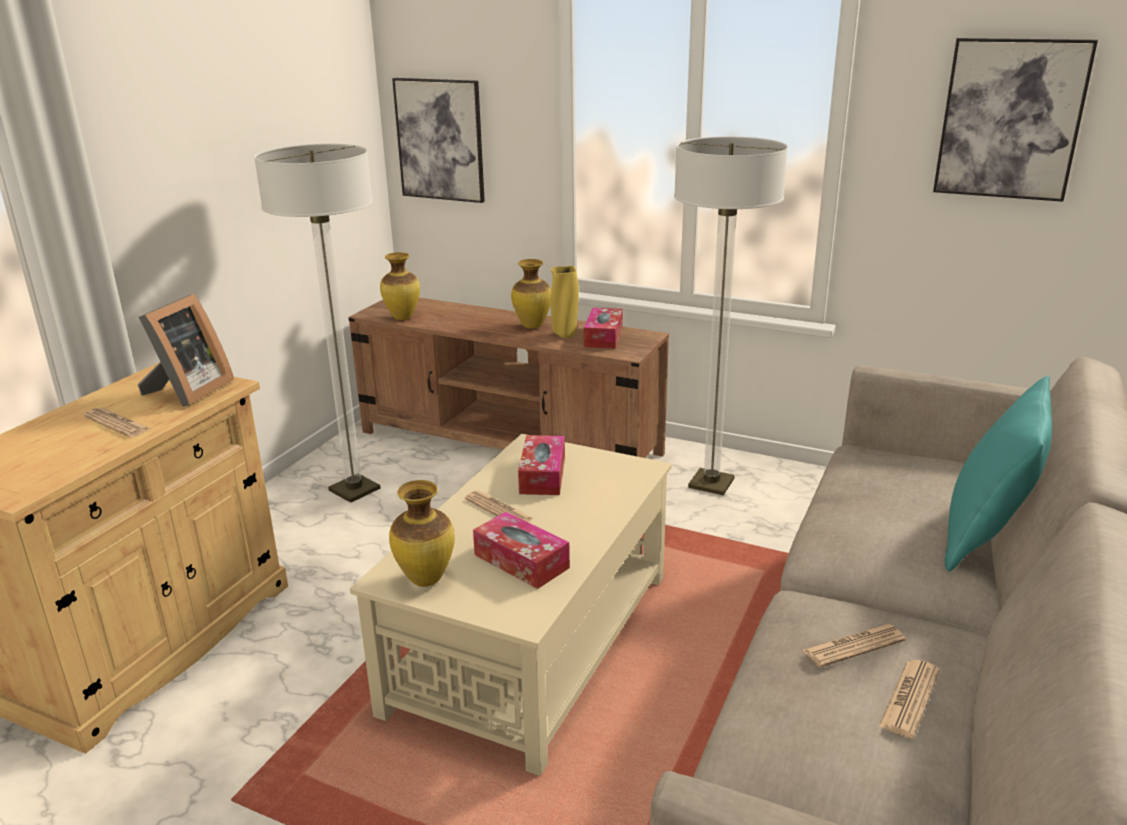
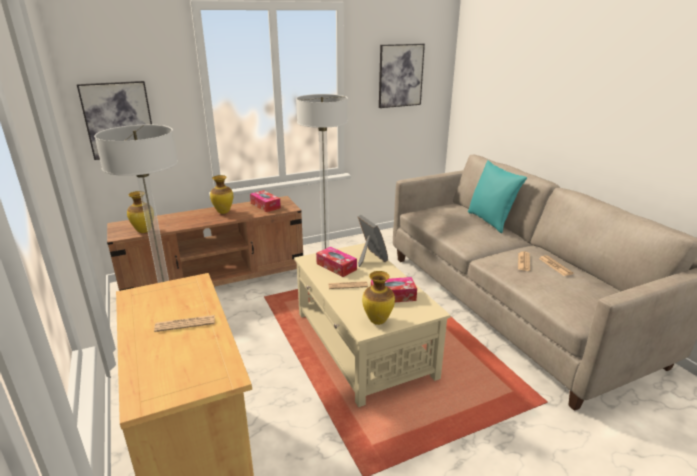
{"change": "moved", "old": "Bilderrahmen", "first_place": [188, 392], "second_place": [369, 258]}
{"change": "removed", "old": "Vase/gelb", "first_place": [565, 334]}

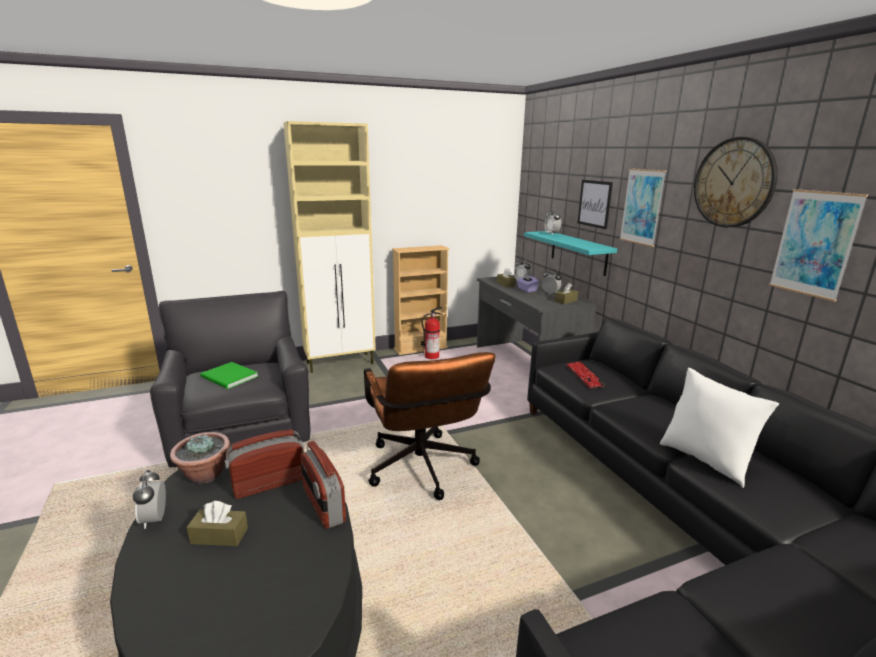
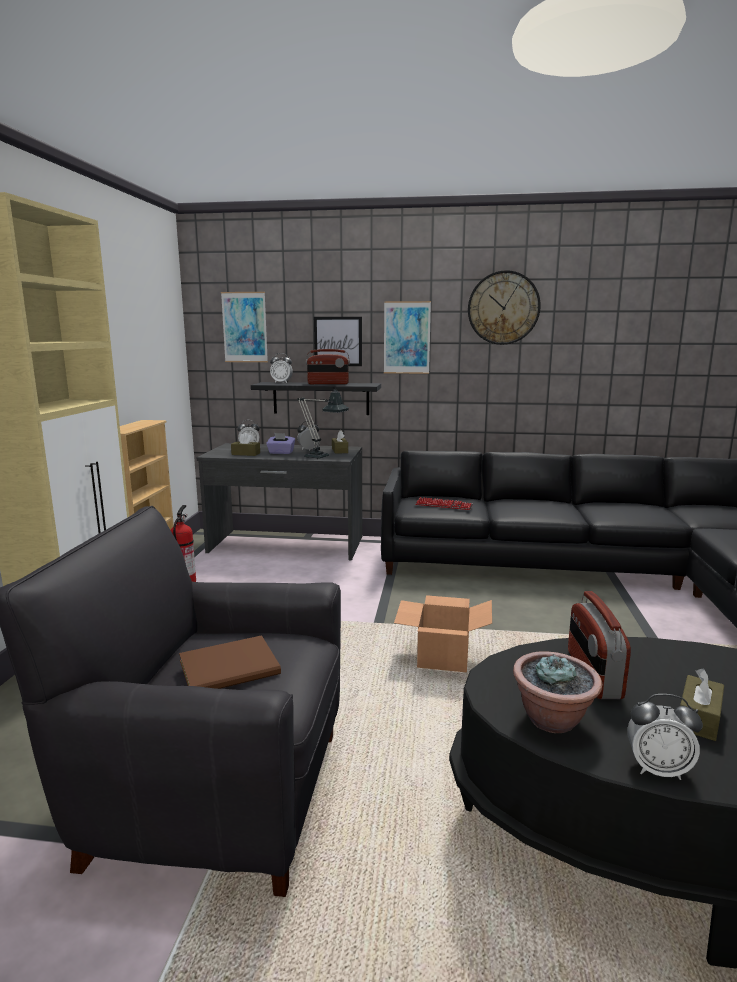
{"change": "recoloured", "old": "Buch/grün", "new": "Buch/braun", "first_place": [229, 377], "second_place": [232, 668]}
{"change": "moved", "old": "Bild", "first_place": [814, 244], "second_place": [244, 327]}
{"change": "recoloured", "old": "Wandregal/türkis", "new": "Wandregal/schwarz", "first_place": [578, 252], "second_place": [321, 398]}
{"change": "added", "new": "Tischlampe", "second_place": [321, 457]}
{"change": "moved", "old": "Radio", "first_place": [323, 505], "second_place": [328, 384]}
{"change": "replaced", "old": "Bürostuhl/braun", "new": "Karton", "first_place": [423, 472], "second_place": [443, 657]}
{"change": "removed", "old": "Kissen/weiß", "first_place": [705, 460]}

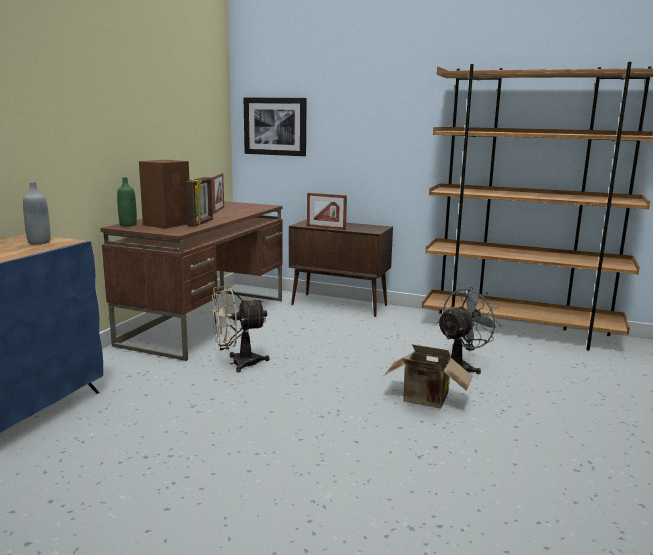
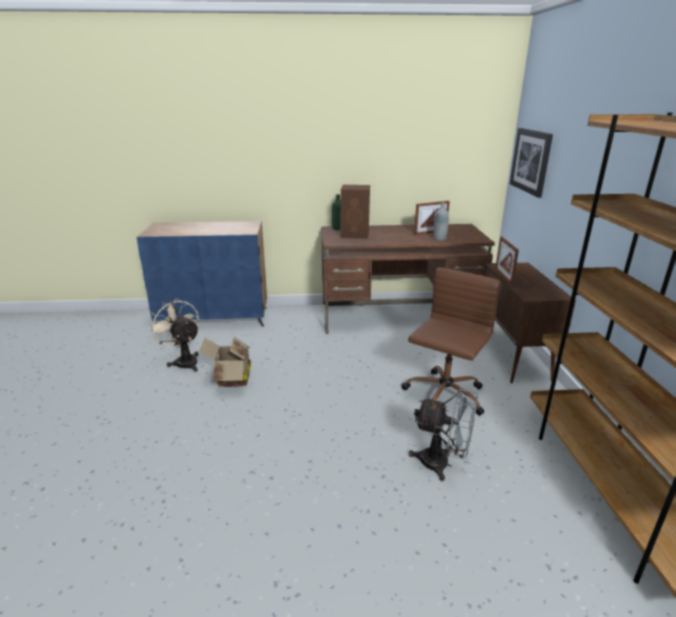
{"change": "moved", "old": "Ventilator/beige", "first_place": [238, 363], "second_place": [184, 361]}
{"change": "moved", "old": "Karton", "first_place": [426, 400], "second_place": [231, 380]}
{"change": "added", "new": "Bürostuhl/braun", "second_place": [443, 395]}
{"change": "moved", "old": "Flasche/grau", "first_place": [39, 242], "second_place": [439, 239]}
{"change": "removed", "old": "Bilderrahmen", "first_place": [201, 223]}

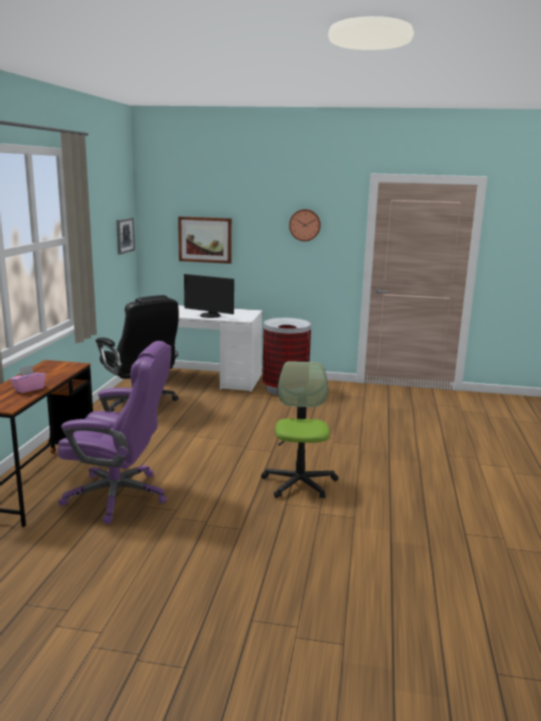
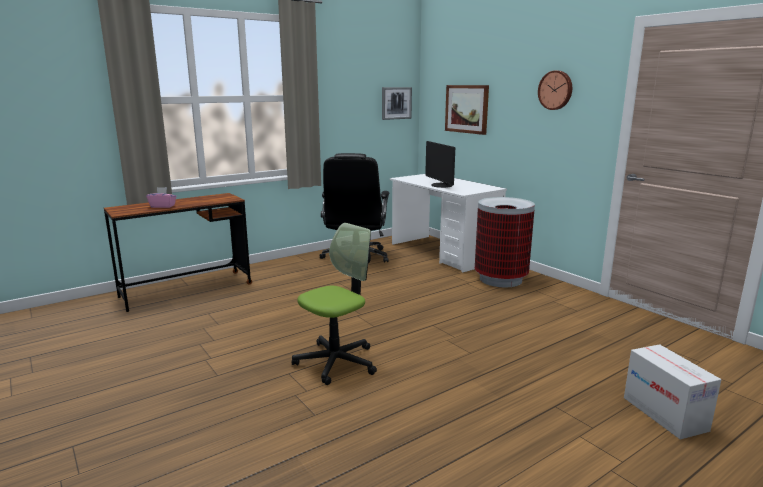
{"change": "added", "new": "Karton", "second_place": [665, 414]}
{"change": "removed", "old": "Bürostuhl/lila", "first_place": [119, 496]}

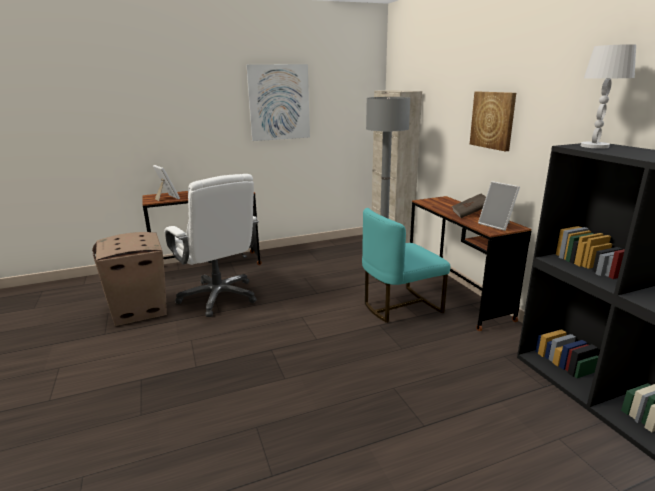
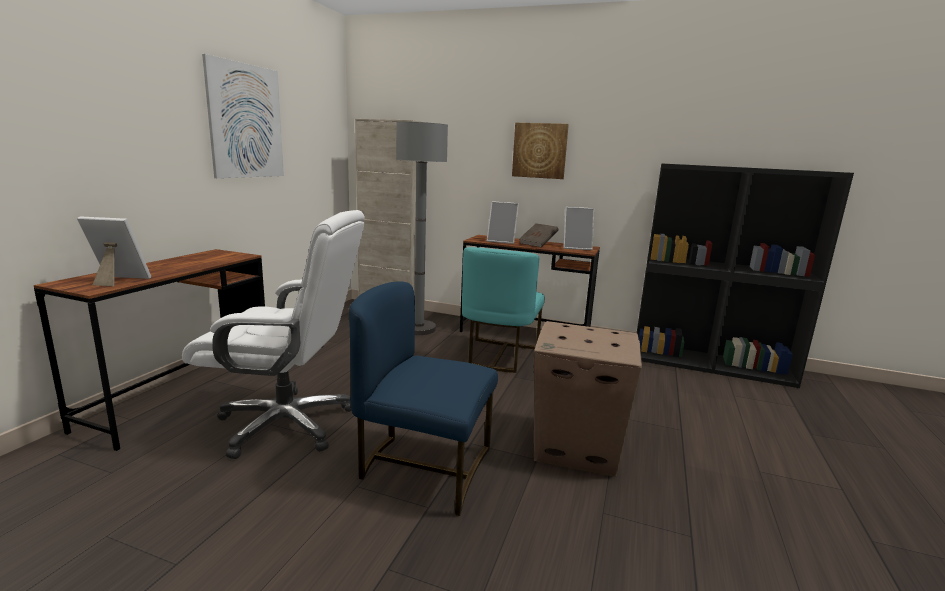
{"change": "added", "new": "Stuhl/blau", "second_place": [424, 467]}
{"change": "added", "new": "Bilderrahmen", "second_place": [502, 241]}
{"change": "moved", "old": "Karton", "first_place": [140, 310], "second_place": [577, 447]}
{"change": "removed", "old": "Tischlampe/weiß", "first_place": [594, 146]}

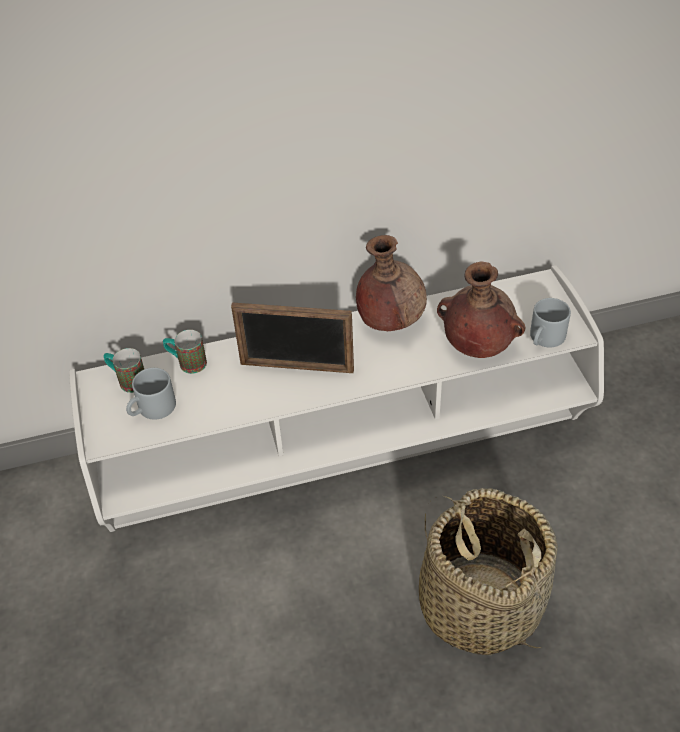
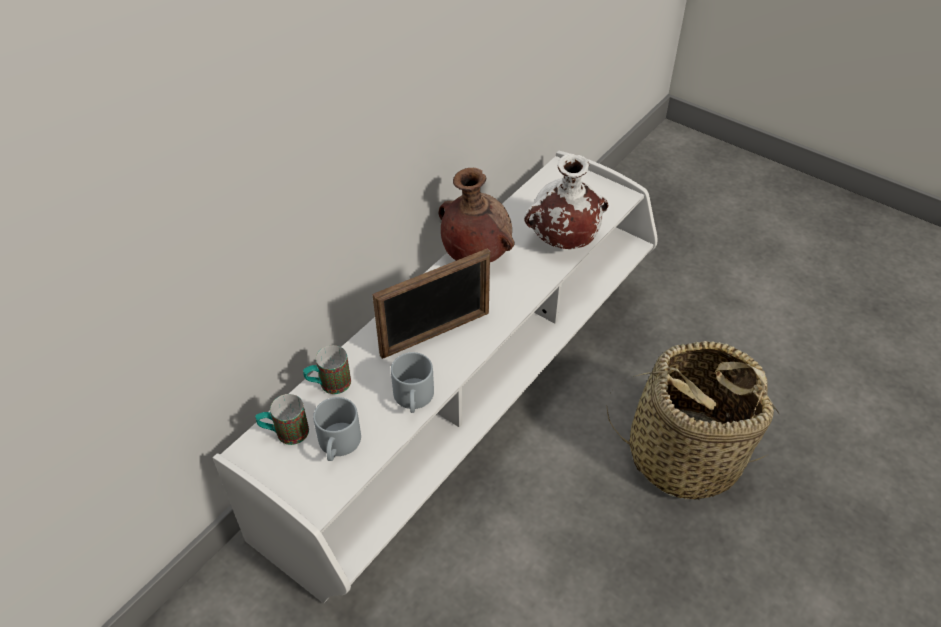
{"change": "moved", "old": "Henkelbecher/grau", "first_place": [545, 339], "second_place": [414, 399]}
{"change": "recoloured", "old": "Vase/braun", "new": "Vase/weiß", "first_place": [476, 346], "second_place": [562, 240]}

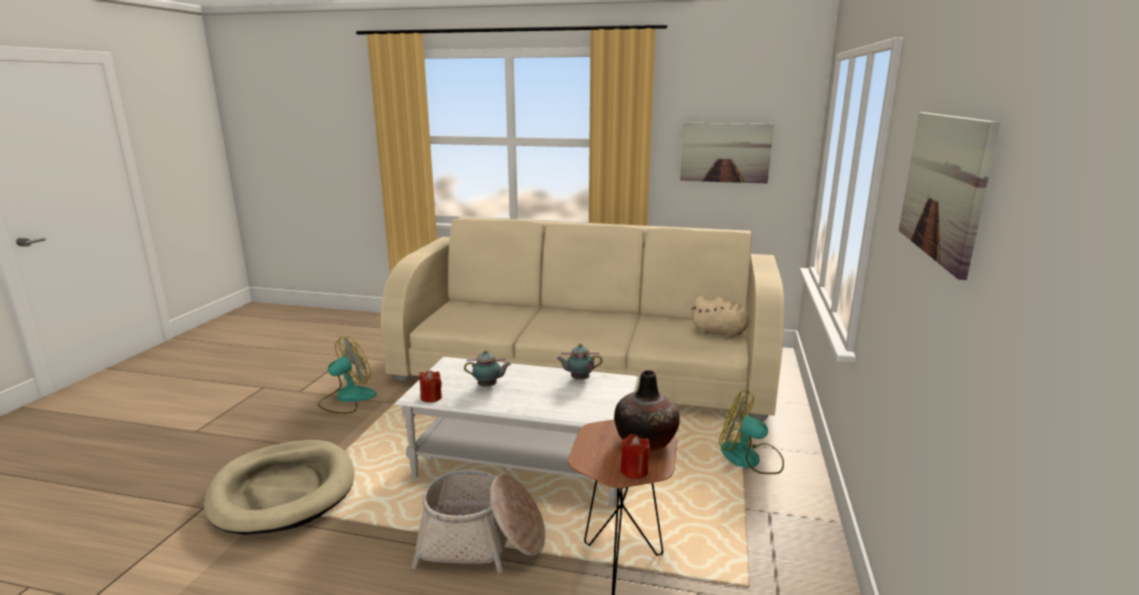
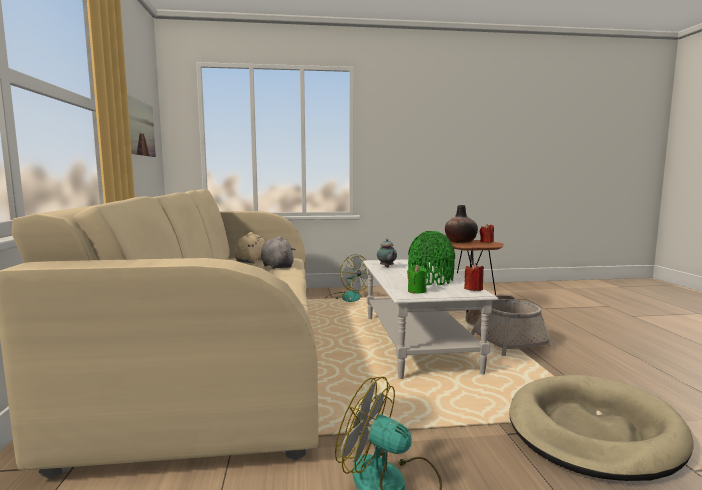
{"change": "added", "new": "Plüschtier/grau", "second_place": [276, 266]}
{"change": "turned", "old": "Ventilator", "first_place": [749, 459], "second_place": [347, 297], "degrees": -45}
{"change": "added", "new": "Kerze/grün", "second_place": [416, 291]}
{"change": "replaced", "old": "Teekanne", "new": "Vase/grün", "first_place": [488, 386], "second_place": [430, 280]}
{"change": "removed", "old": "Bild", "first_place": [943, 186]}

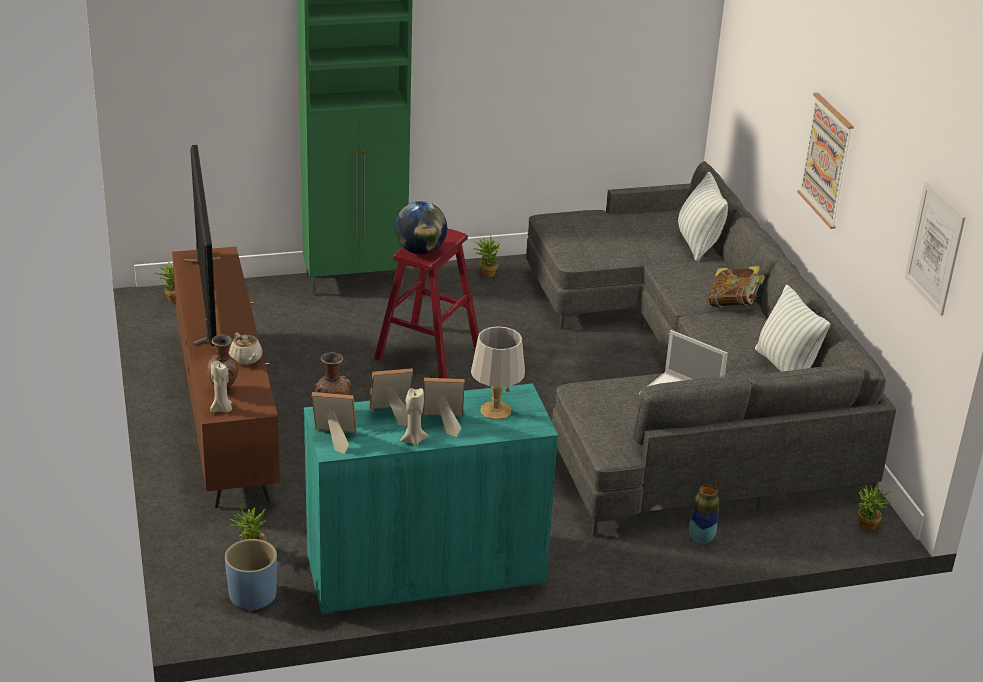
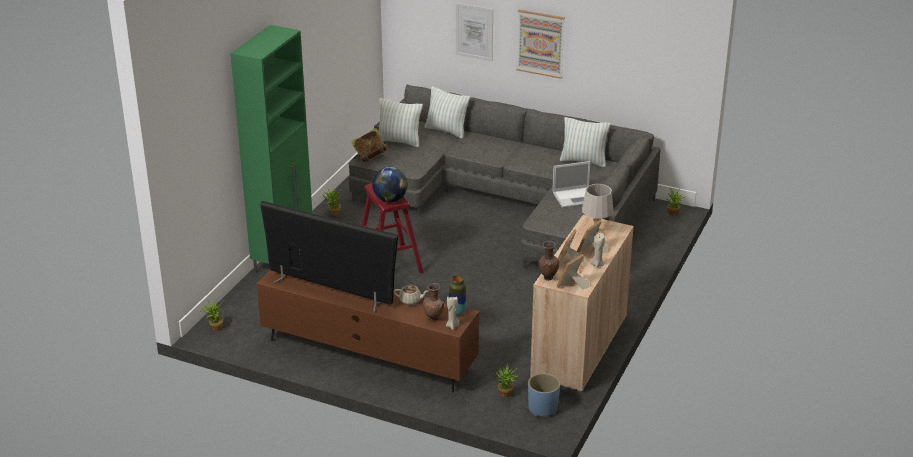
{"change": "moved", "old": "Buch", "first_place": [733, 305], "second_place": [370, 156]}
{"change": "added", "new": "Kissen", "second_place": [399, 141]}
{"change": "moved", "old": "Vase", "first_place": [701, 538], "second_place": [457, 312]}
{"change": "moved", "old": "Bild", "first_place": [934, 248], "second_place": [474, 32]}
{"change": "recoloured", "old": "Schrank/türkis", "new": "Schrank/beige", "first_place": [425, 571], "second_place": [579, 347]}

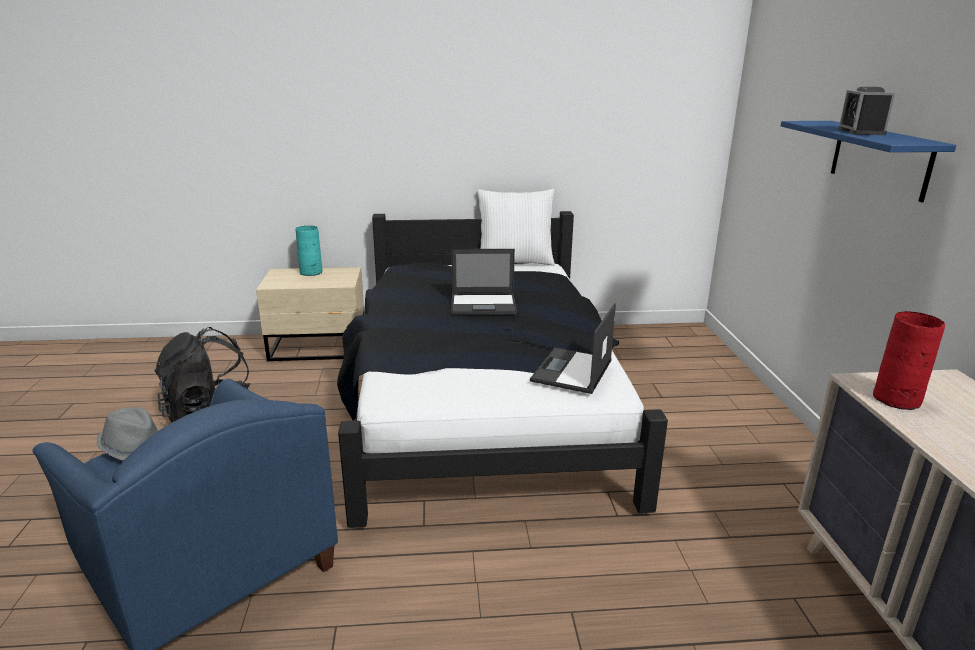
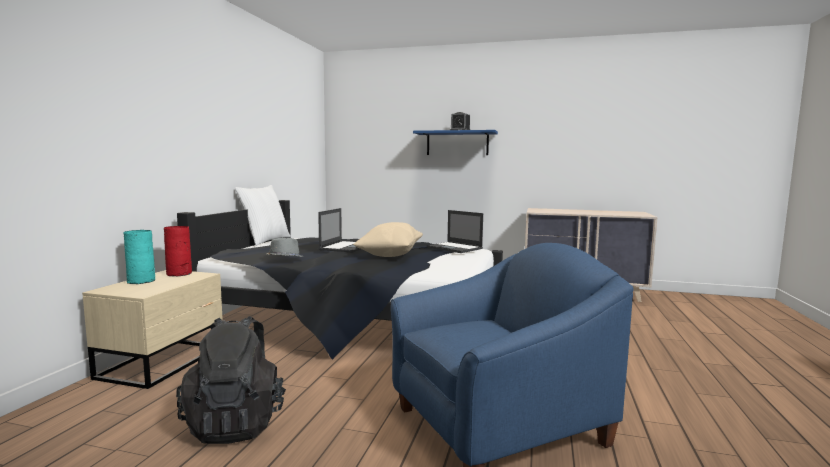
{"change": "moved", "old": "Vase/rot", "first_place": [896, 399], "second_place": [179, 274]}
{"change": "moved", "old": "Hut/grau", "first_place": [134, 447], "second_place": [284, 259]}
{"change": "added", "new": "Kissen/beige", "second_place": [389, 255]}

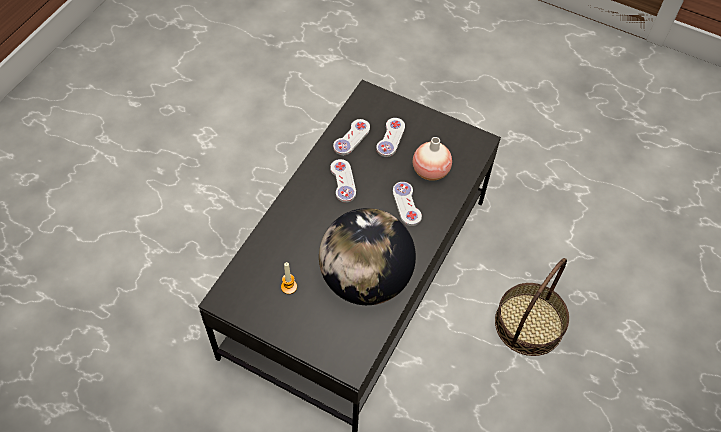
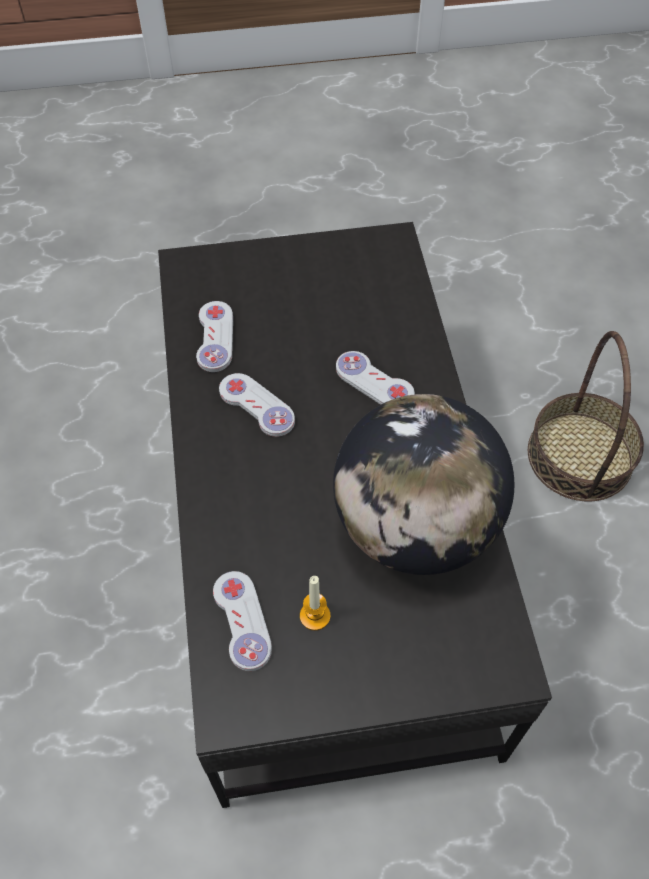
{"change": "moved", "old": "Gamepad/weiß", "first_place": [390, 138], "second_place": [242, 621]}
{"change": "removed", "old": "Vase", "first_place": [430, 171]}

